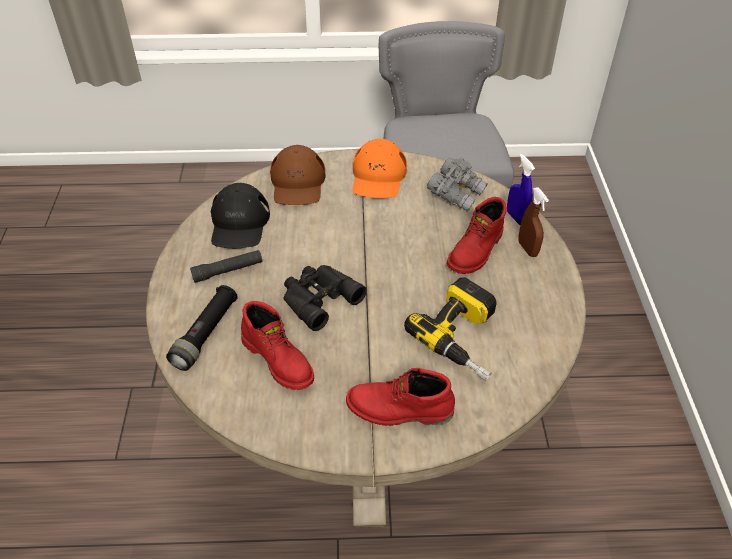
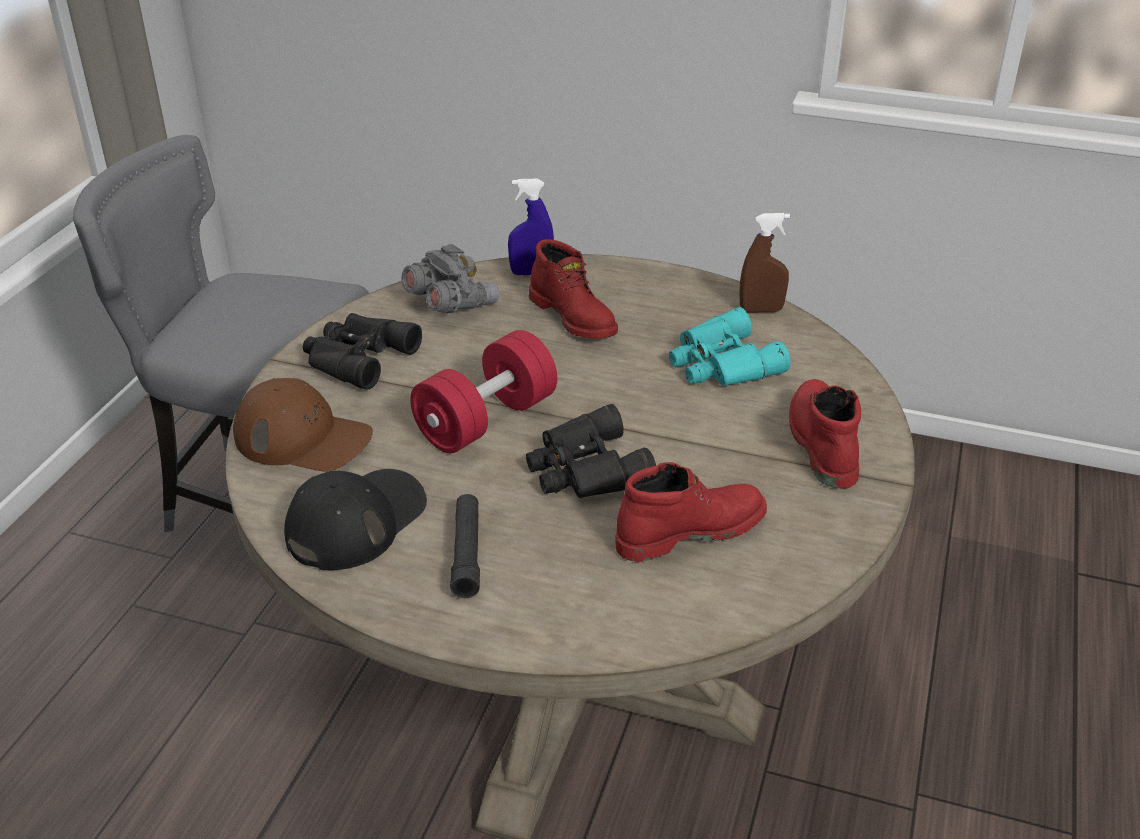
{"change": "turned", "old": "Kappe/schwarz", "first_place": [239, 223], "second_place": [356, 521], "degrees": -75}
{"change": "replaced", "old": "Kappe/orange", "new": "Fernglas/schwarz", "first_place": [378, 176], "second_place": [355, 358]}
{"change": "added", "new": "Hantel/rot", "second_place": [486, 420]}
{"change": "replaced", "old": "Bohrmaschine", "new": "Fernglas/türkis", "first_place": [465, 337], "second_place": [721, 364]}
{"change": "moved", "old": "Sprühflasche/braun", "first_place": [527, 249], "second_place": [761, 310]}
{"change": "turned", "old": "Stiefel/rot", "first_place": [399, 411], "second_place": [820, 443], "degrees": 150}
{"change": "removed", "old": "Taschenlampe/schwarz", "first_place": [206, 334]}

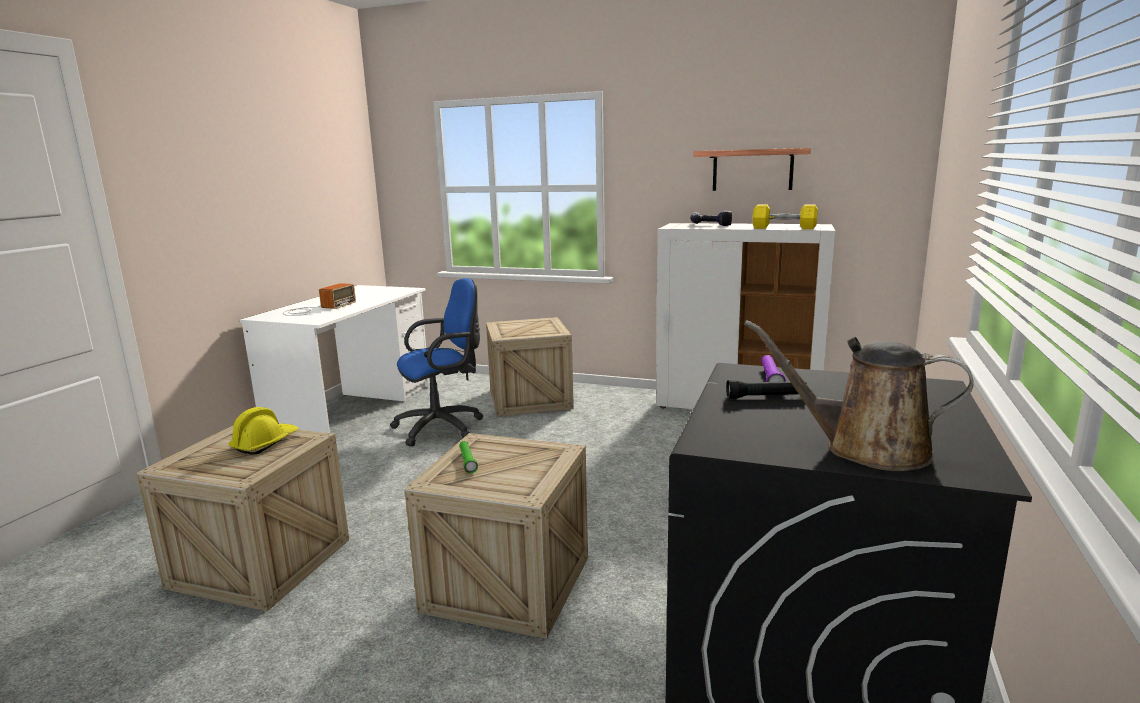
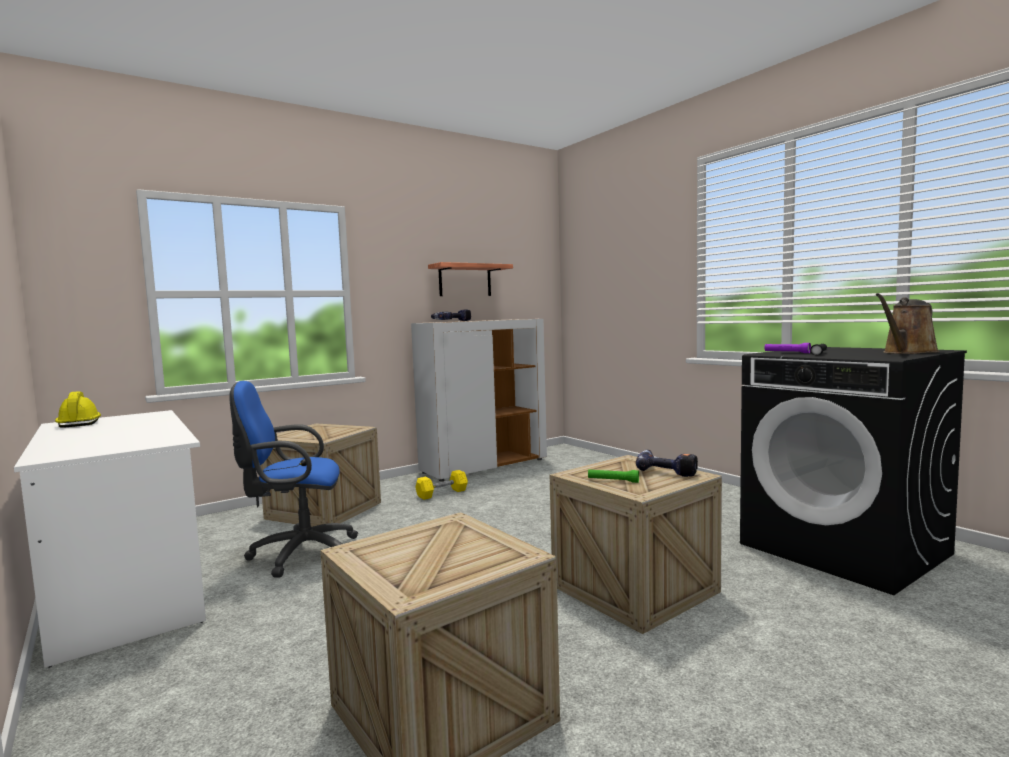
{"change": "moved", "old": "Schutzhelm/gelb", "first_place": [265, 443], "second_place": [80, 423]}
{"change": "turned", "old": "Bürostuhl/blau", "first_place": [443, 427], "second_place": [298, 554], "degrees": -105}
{"change": "moved", "old": "Hantel/gelb", "first_place": [784, 228], "second_place": [442, 493]}
{"change": "added", "new": "Bohrmaschine", "second_place": [666, 470]}
{"change": "removed", "old": "Radio", "first_place": [317, 309]}

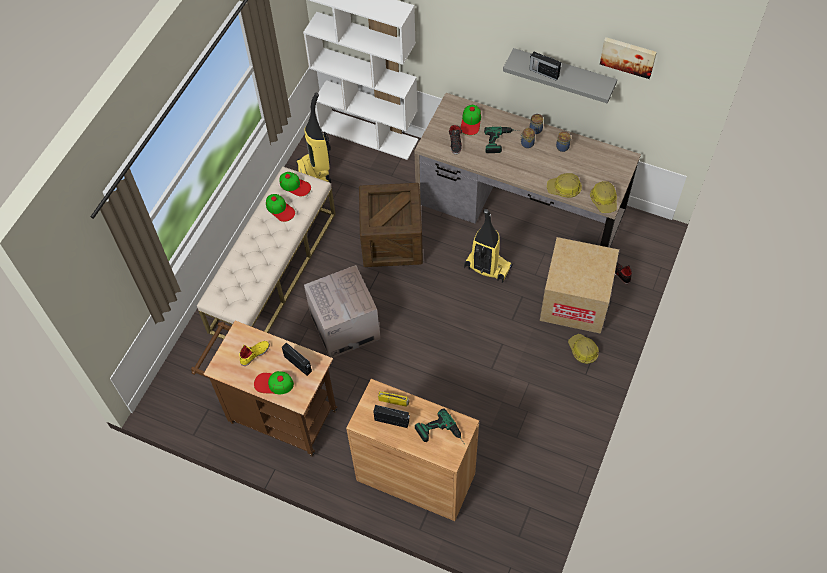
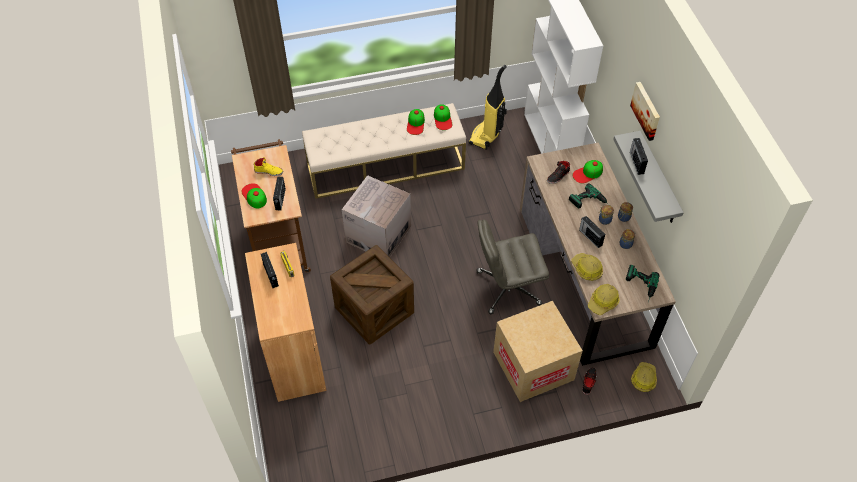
{"change": "moved", "old": "Kiste", "first_place": [392, 241], "second_place": [374, 310]}
{"change": "replaced", "old": "Staubsauger", "new": "Bürostuhl/grau", "first_place": [487, 267], "second_place": [507, 288]}
{"change": "added", "new": "Radio", "second_place": [590, 237]}
{"change": "moved", "old": "Bohrmaschine", "first_place": [441, 435], "second_place": [640, 286]}
{"change": "moved", "old": "Bild", "first_place": [628, 56], "second_place": [646, 110]}
{"change": "moved", "old": "Schutzhelm", "first_place": [583, 351], "second_place": [643, 379]}

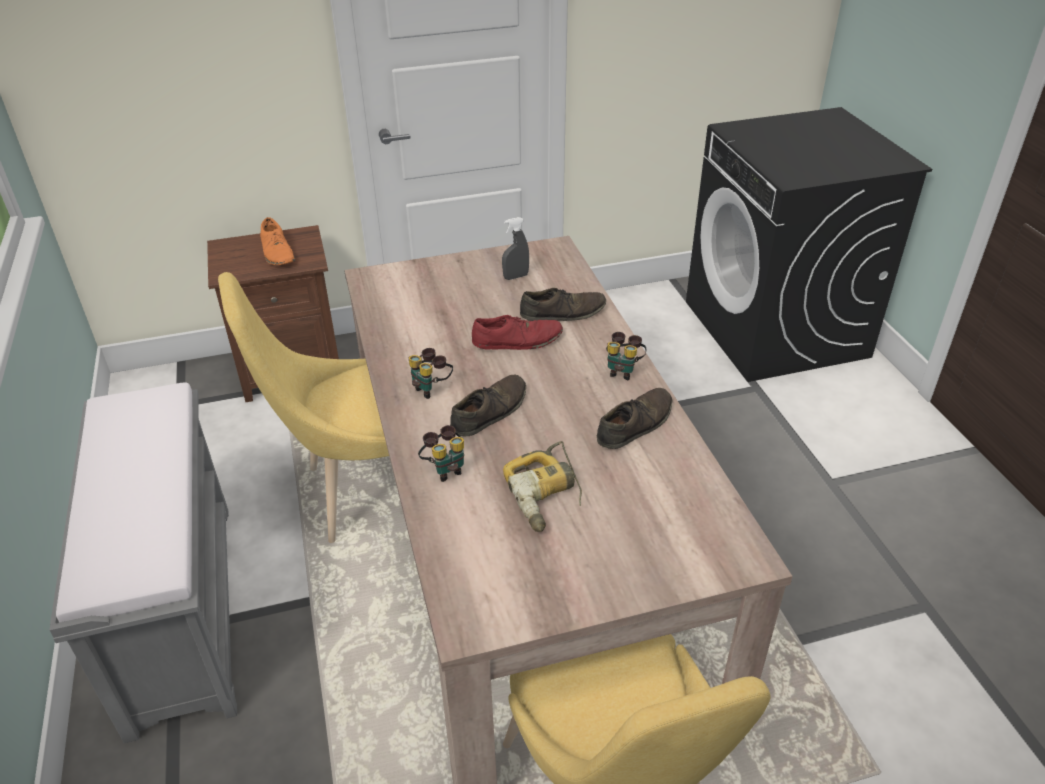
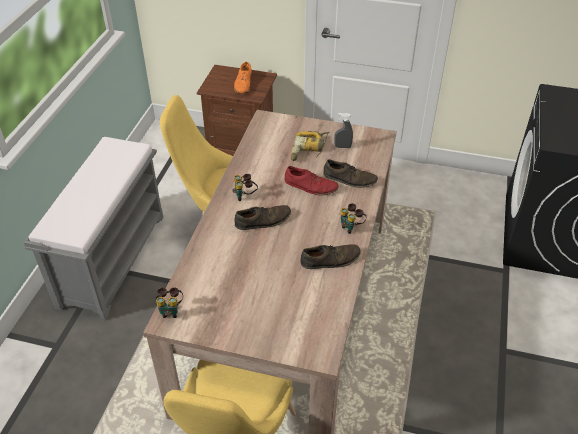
{"change": "moved", "old": "Fernglas", "first_place": [445, 469], "second_place": [170, 310]}
{"change": "moved", "old": "Bohrmaschine", "first_place": [546, 494], "second_place": [309, 150]}

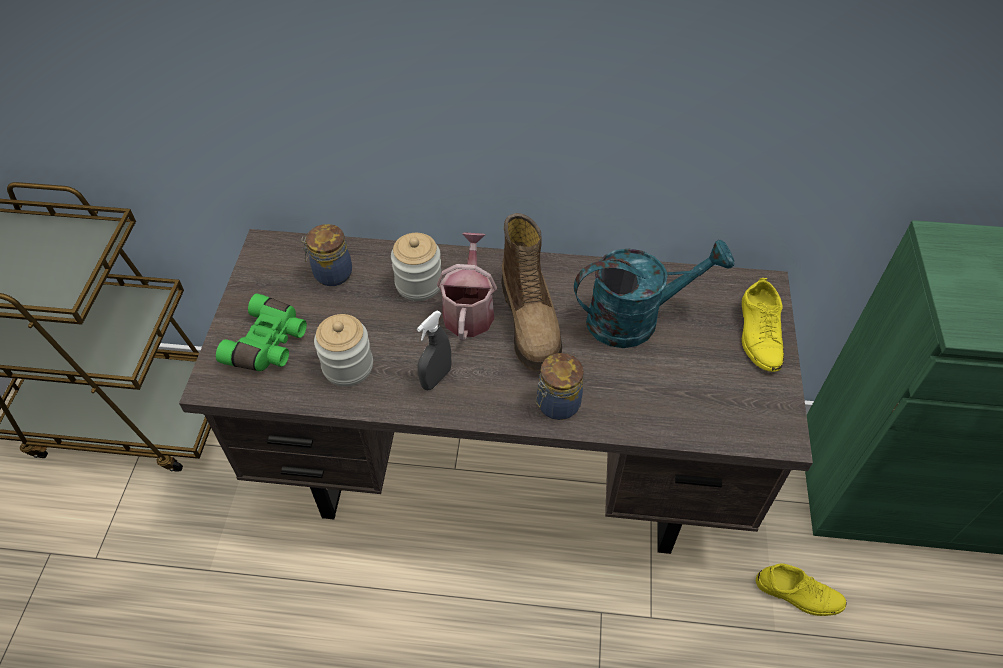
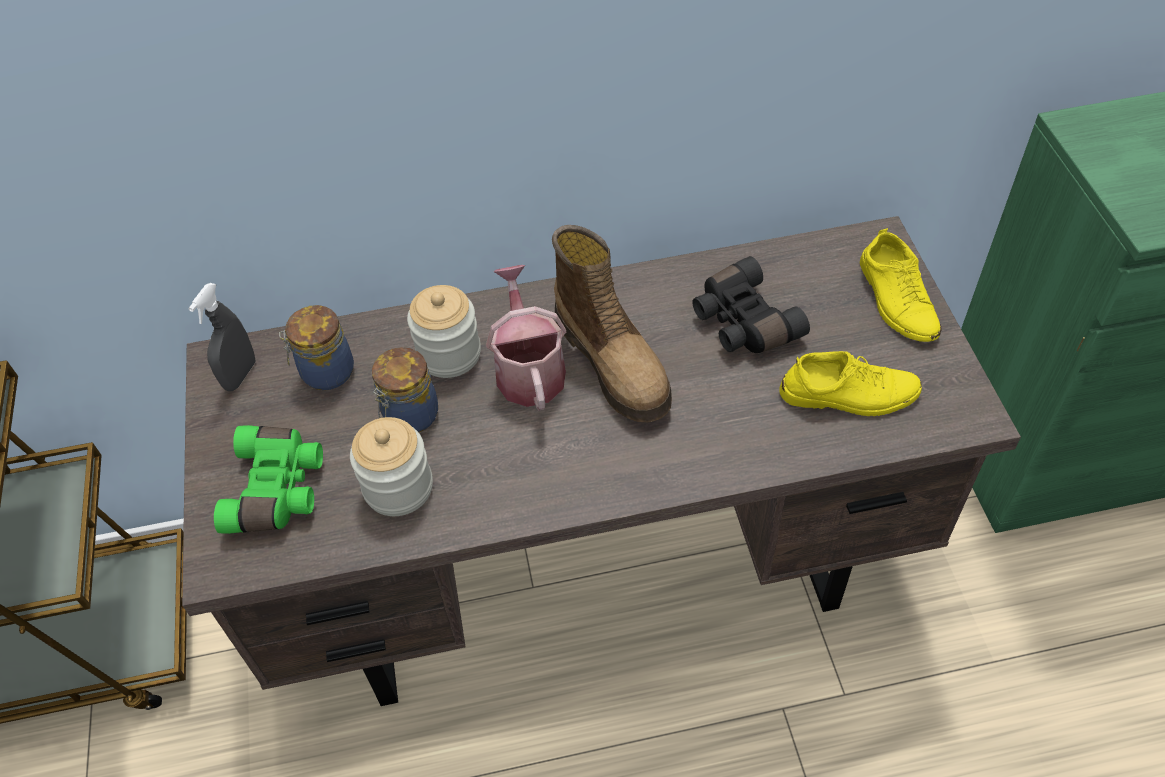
{"change": "moved", "old": "Sprühflasche/grau", "first_place": [436, 378], "second_place": [240, 375]}
{"change": "moved", "old": "Vorratsglas", "first_place": [556, 405], "second_place": [409, 416]}
{"change": "replaced", "old": "Gießkanne/türkis", "new": "Fernglas/schwarz", "first_place": [635, 318], "second_place": [742, 322]}
{"change": "moved", "old": "Schuh/gelb", "first_place": [798, 594], "second_place": [849, 394]}

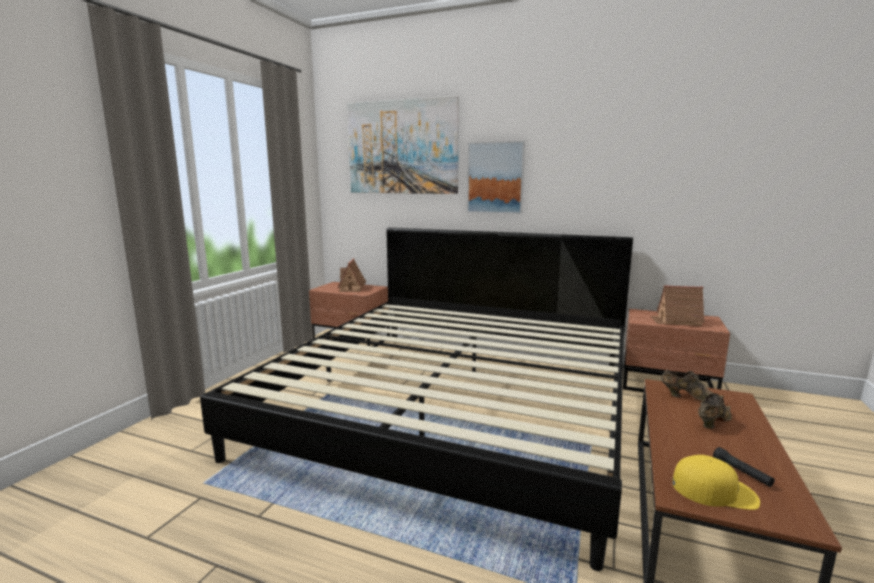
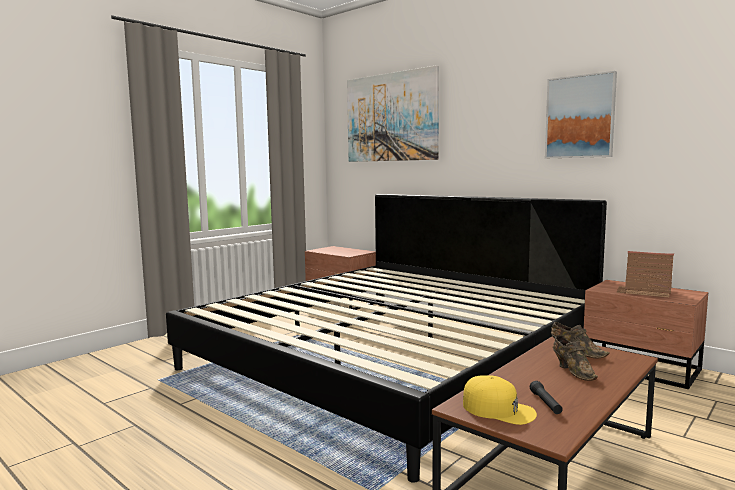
{"change": "moved", "old": "Bild", "first_place": [495, 178], "second_place": [580, 117]}
{"change": "turned", "old": "Schuh/braun", "first_place": [712, 422], "second_place": [573, 371], "degrees": 90}
{"change": "removed", "old": "Spielzeughaus", "first_place": [352, 288]}

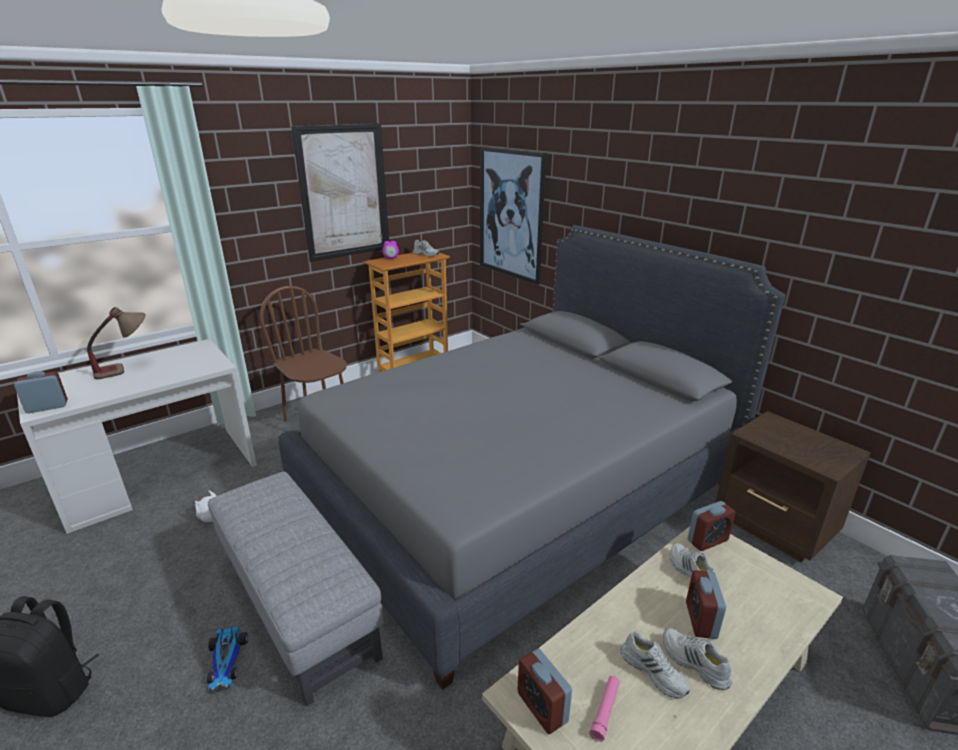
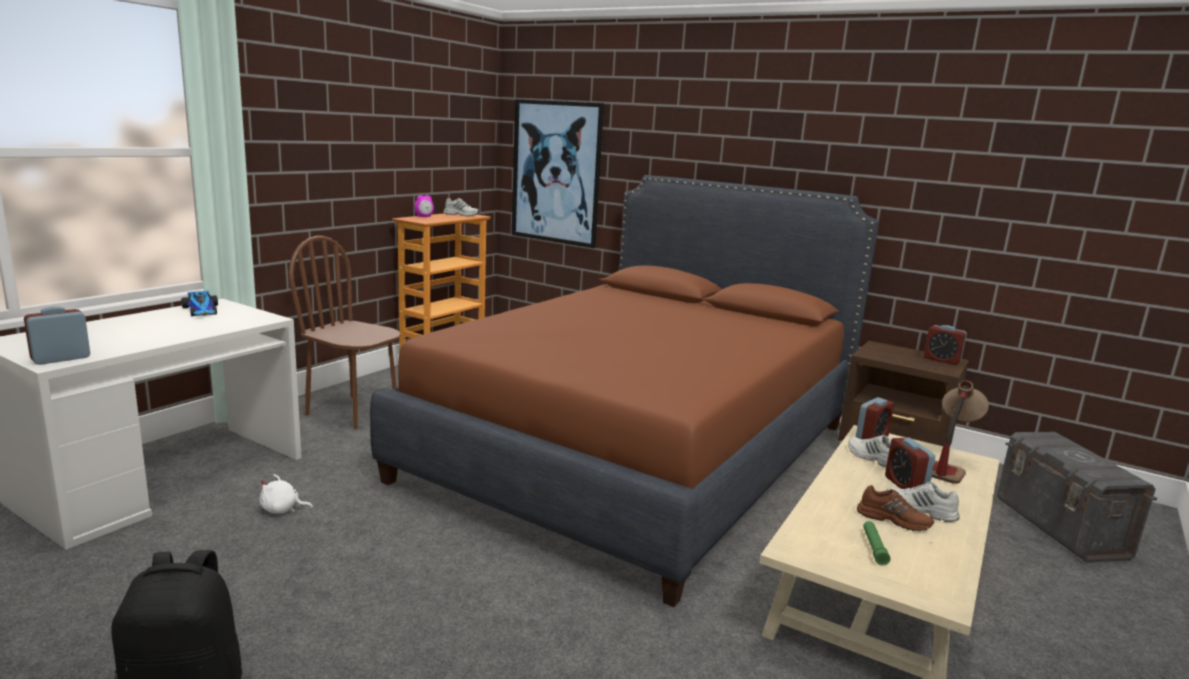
{"change": "moved", "old": "Spielzeugauto", "first_place": [226, 662], "second_place": [202, 311]}
{"change": "recoloured", "old": "Bett/grau", "new": "Bett/braun", "first_place": [518, 492], "second_place": [639, 451]}
{"change": "recoloured", "old": "Schuh/weiß", "new": "Schuh/braun", "first_place": [654, 671], "second_place": [893, 520]}
{"change": "recoloured", "old": "Taschenlampe/rosa", "new": "Taschenlampe/grün", "first_place": [605, 711], "second_place": [874, 547]}
{"change": "moved", "old": "Wecker", "first_place": [542, 707], "second_place": [941, 360]}
{"change": "moved", "old": "Tischlampe", "first_place": [127, 368], "second_place": [947, 466]}
{"change": "removed", "old": "Polsterhocker/grau", "first_place": [299, 605]}
{"change": "removed", "old": "Bild", "first_place": [344, 192]}

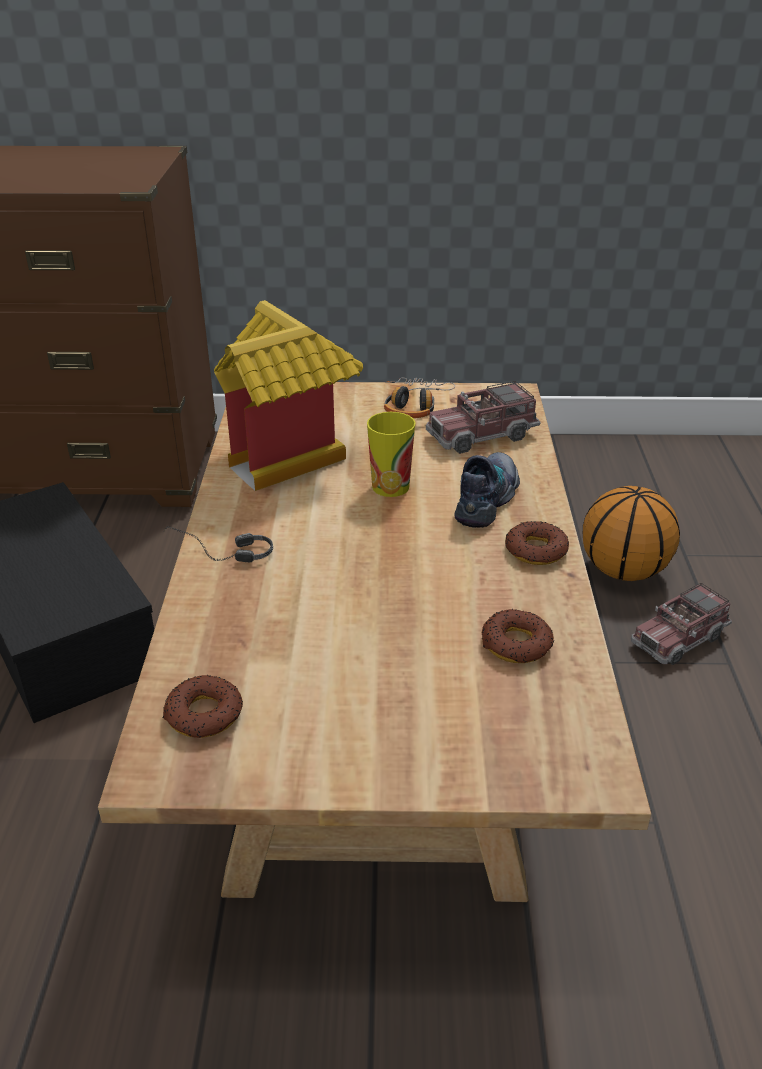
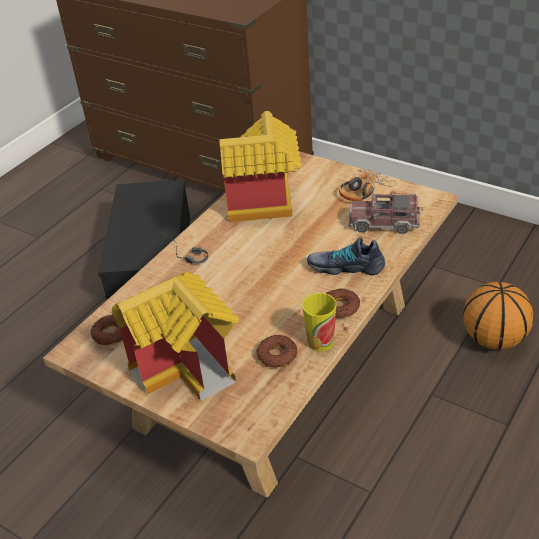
{"change": "added", "new": "Spielzeughaus", "second_place": [188, 366]}
{"change": "moved", "old": "Tasse", "first_place": [390, 486], "second_place": [320, 342]}
{"change": "turned", "old": "Schuh", "first_place": [488, 498], "second_place": [346, 266], "degrees": -135}
{"change": "removed", "old": "Spielzeuglaster", "first_place": [678, 638]}

